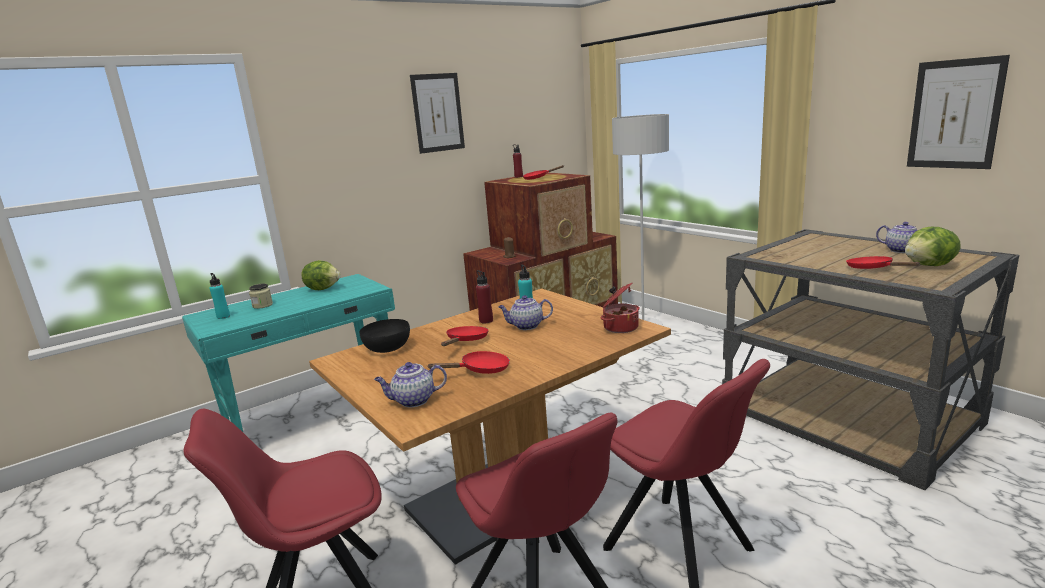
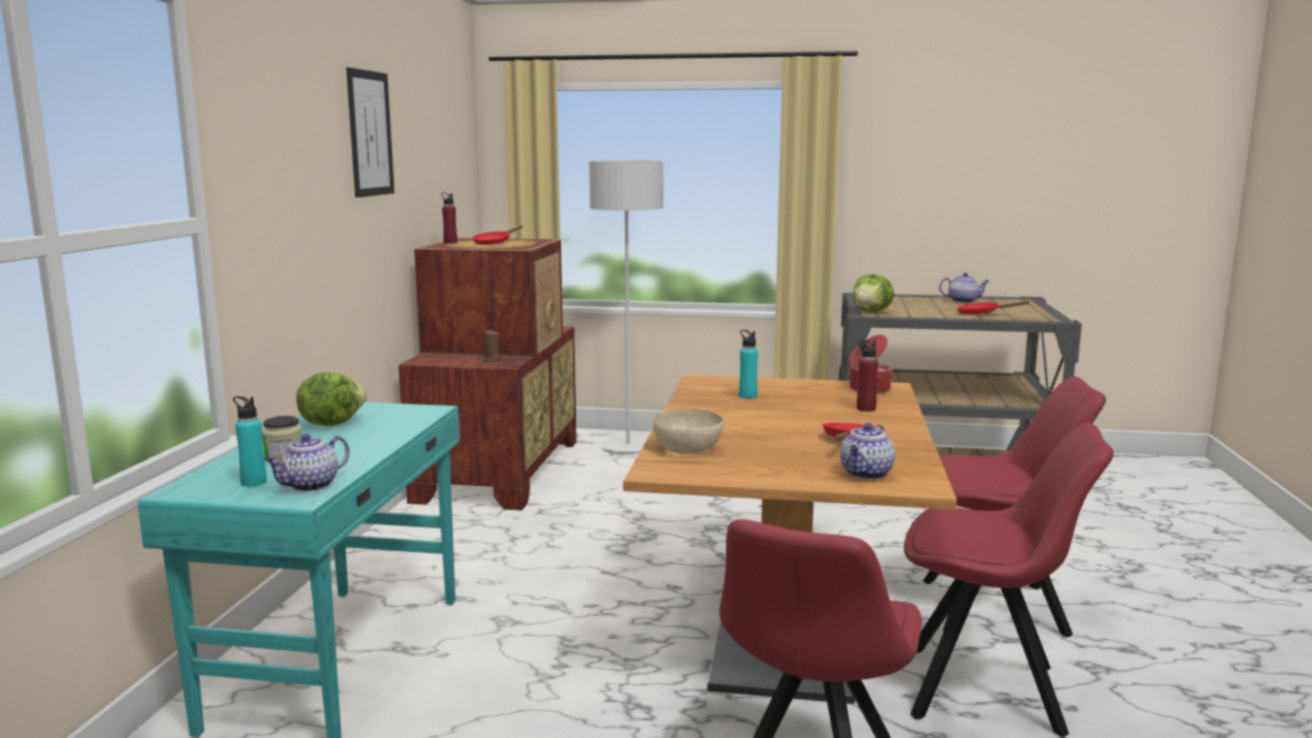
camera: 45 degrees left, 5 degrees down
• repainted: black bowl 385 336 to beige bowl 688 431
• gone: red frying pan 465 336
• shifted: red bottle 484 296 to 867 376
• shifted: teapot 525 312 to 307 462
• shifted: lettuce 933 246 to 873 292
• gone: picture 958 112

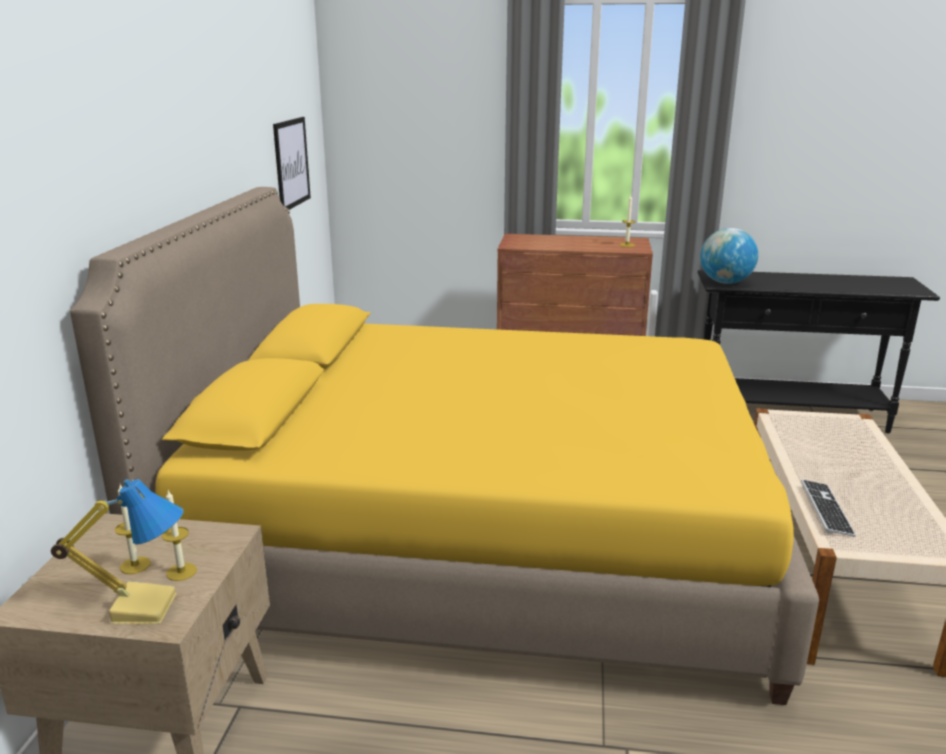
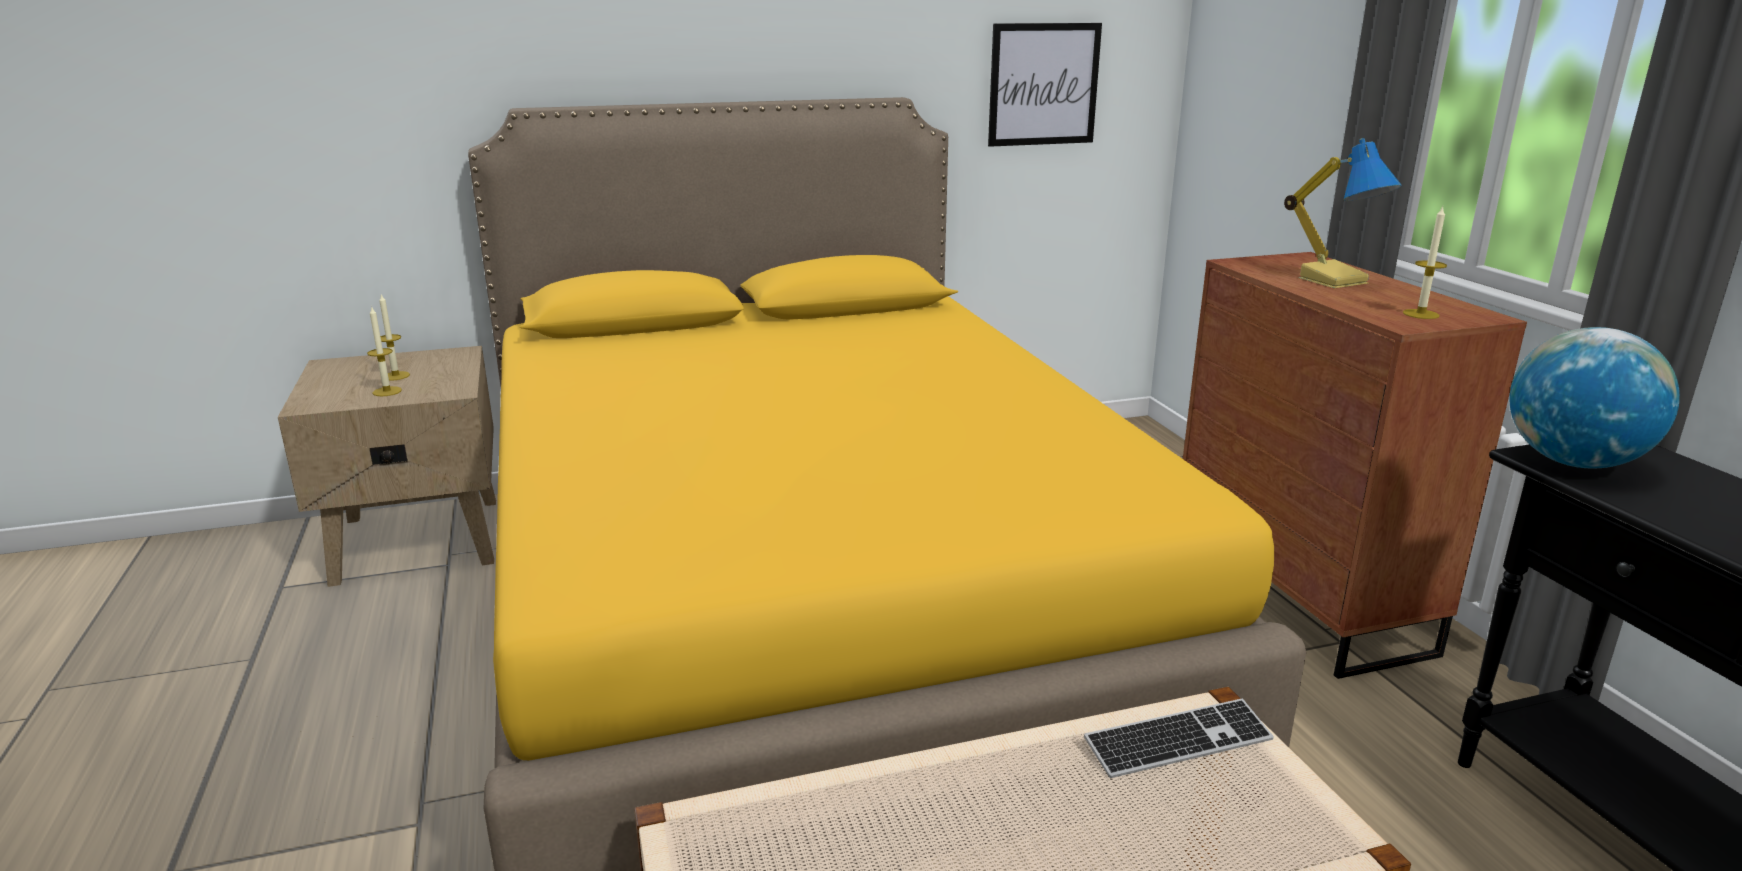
camera: 65 degrees right, 0 degrees up
• shifted: table lamp 117 551 to 1343 213
• shifted: keyboard 828 508 to 1179 738

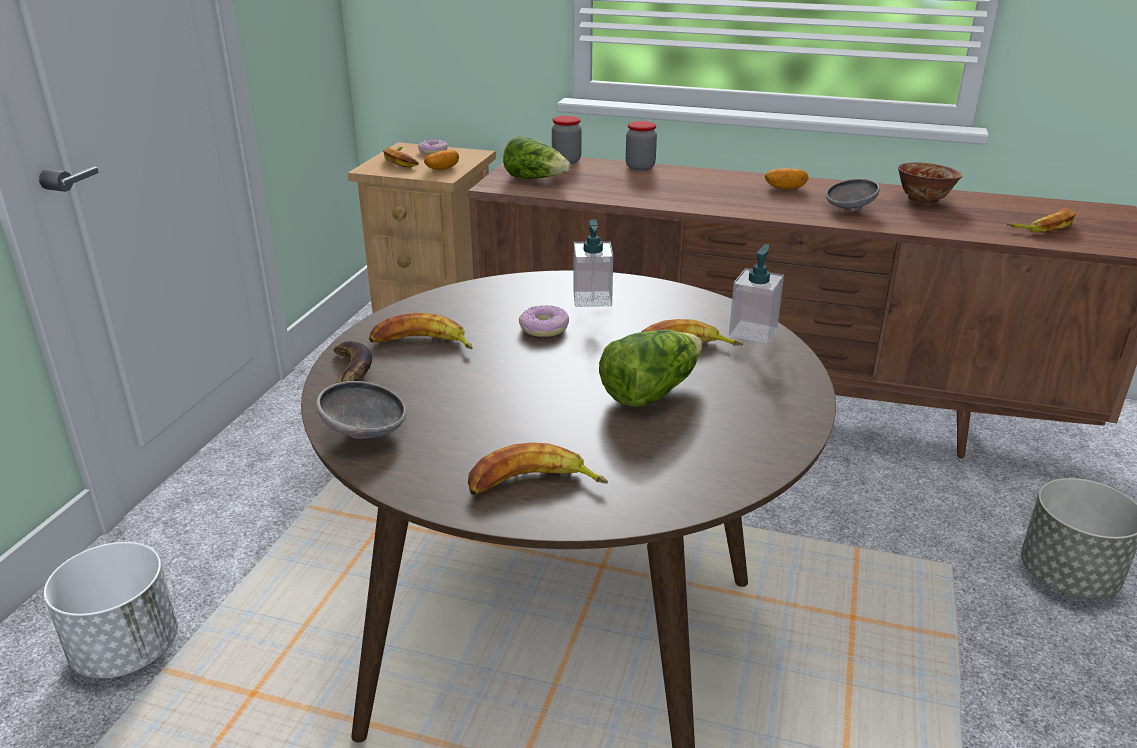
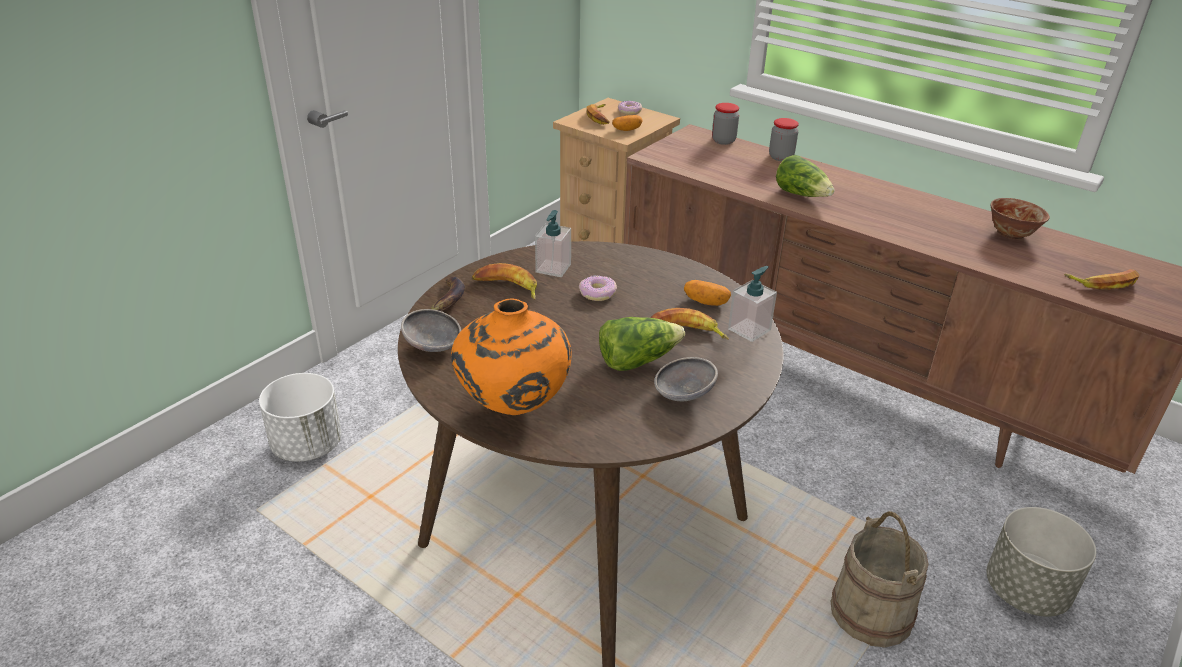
camera: 20 degrees right, 5 degrees up
• swapped: banana 538 468 to orange vase 511 356
• shifted: lettuce 536 157 to 805 176
• shifted: soap dispenser 593 263 to 553 243
• shifted: potato 787 178 to 707 293
• shifted: grey bowl 852 195 to 686 379
• new: beige bucket 880 579

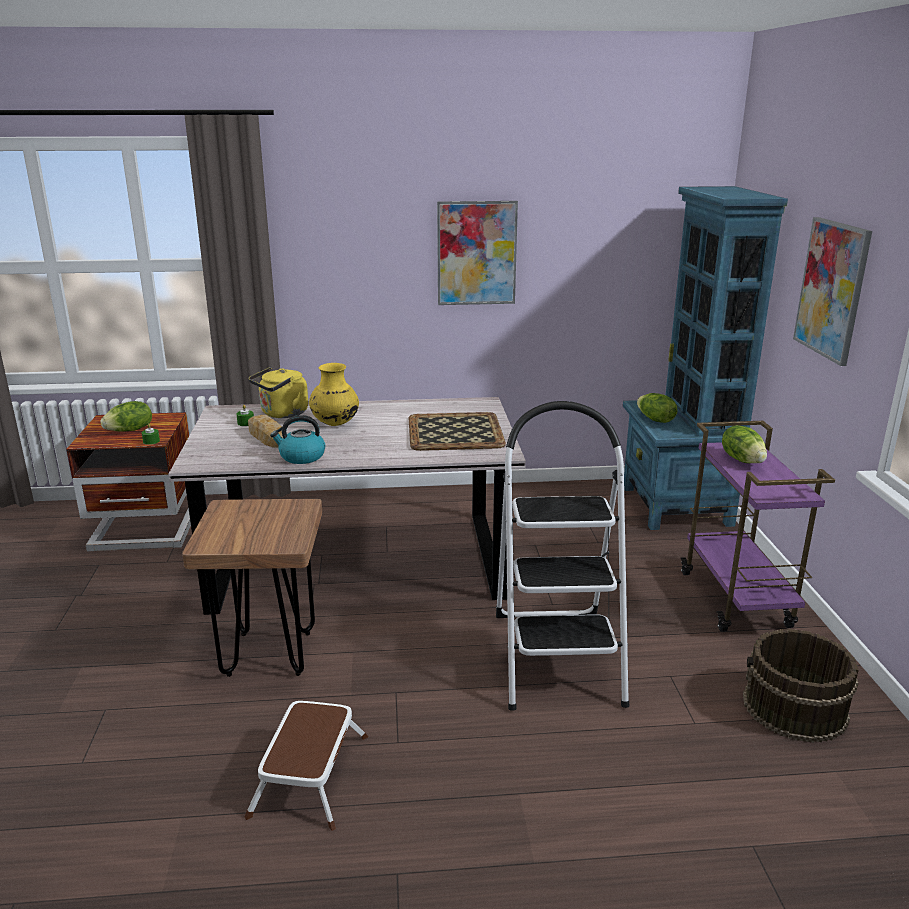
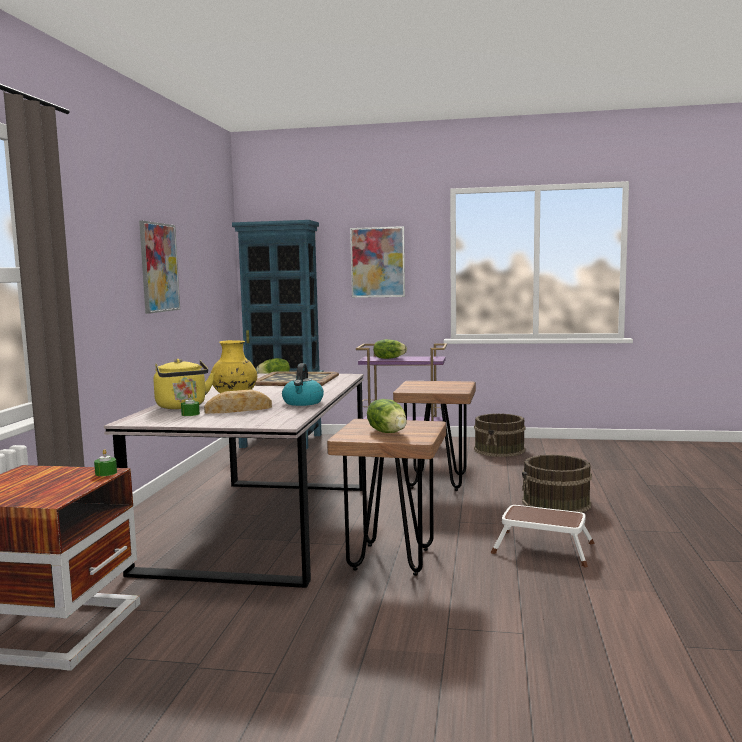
camera: 75 degrees left, 15 degrees down
• shifted: lettuce 126 416 to 387 416
• swapped: step ladder 562 556 to brown stool 434 436
• new: brown bucket 557 483

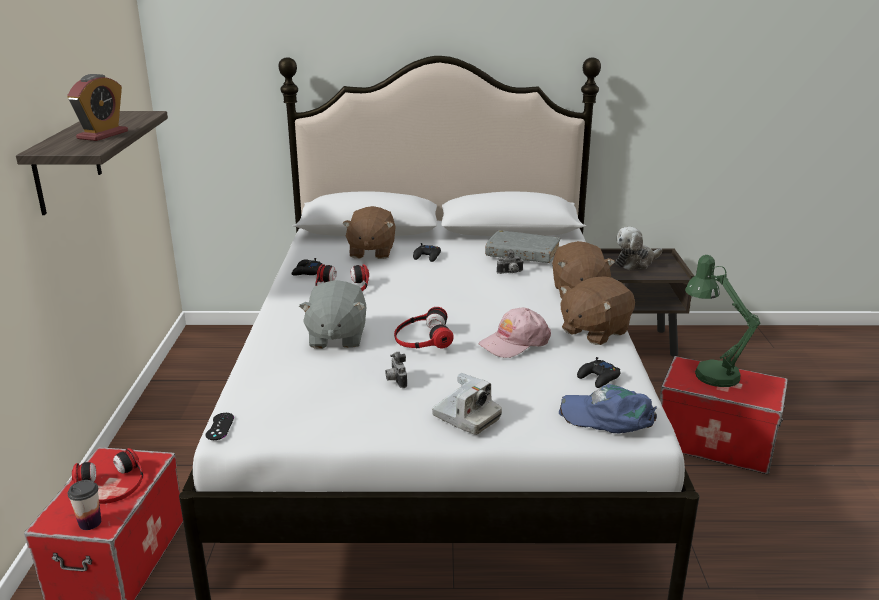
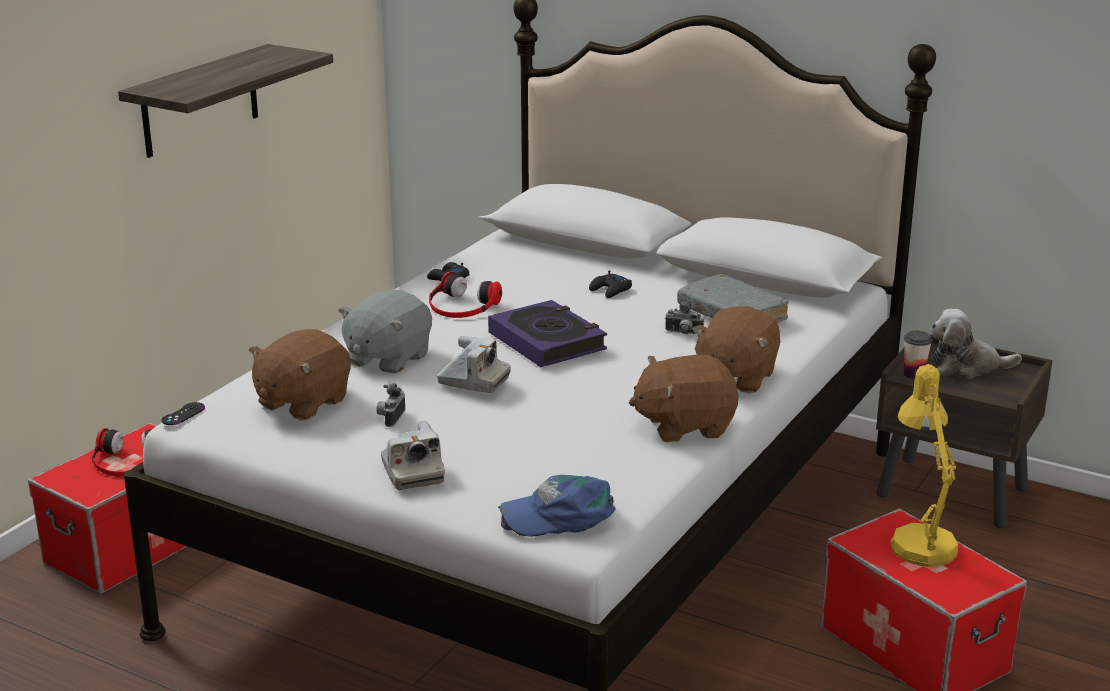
camera: 30 degrees right, 0 degrees up
• gone: alarm clock 97 107
• shifted: cup 84 505 to 918 355
• shifted: brown plush toy 368 232 to 300 374
• swapped: headphones 424 327 to photo camera 474 364
• gone: pink cap 514 332
• rotated: blue cap 608 409 = 557 505 60 degrees counterclockwise
• gone: black game controller 599 372
• repainted: green table lamp 723 321 to yellow table lamp 924 465
• new: book 547 333

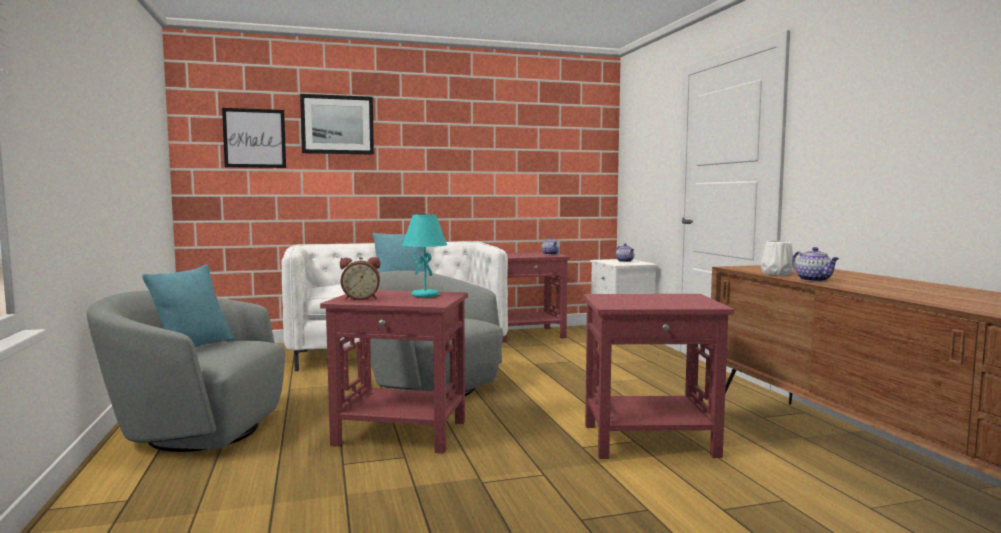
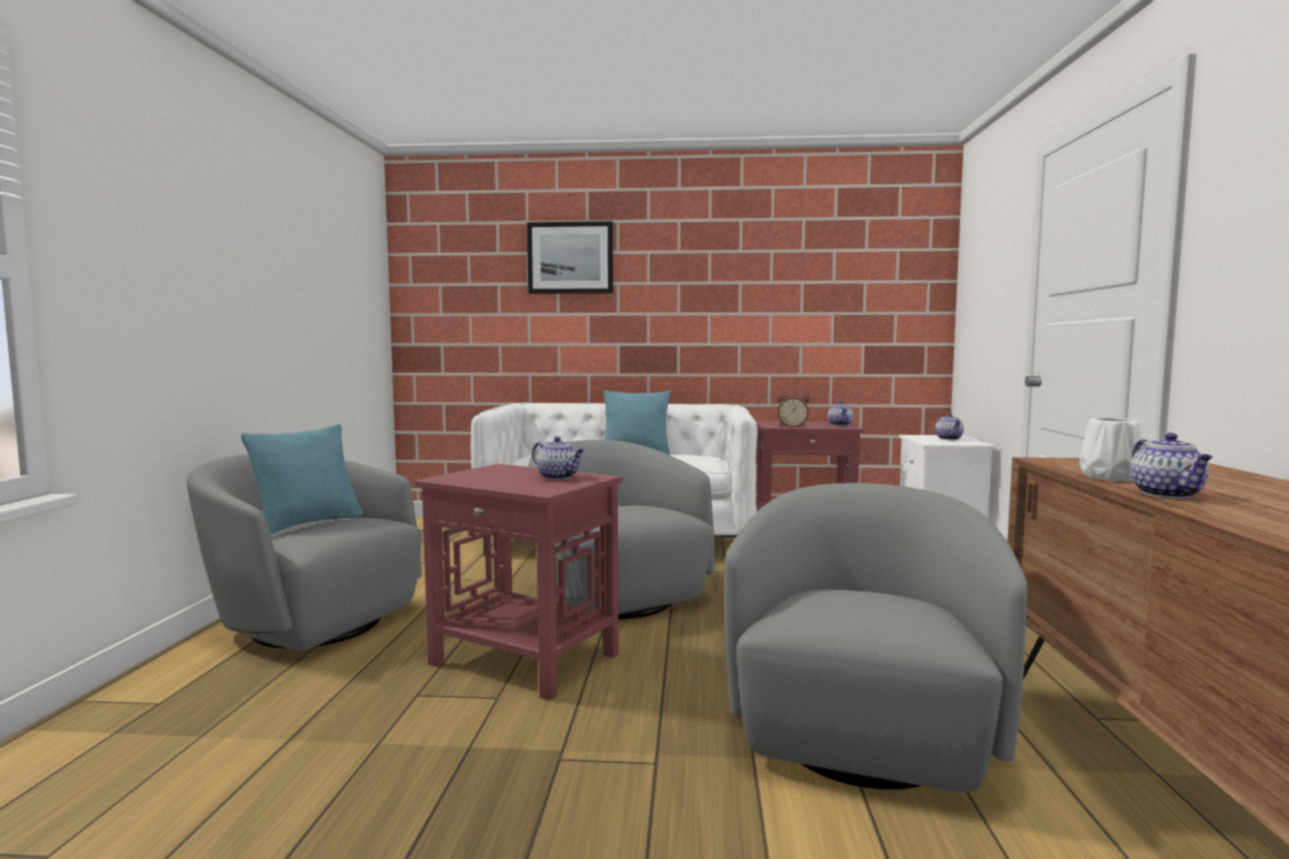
camera: 20 degrees right, 0 degrees up
• gone: picture 254 138
• shifted: alarm clock 360 278 to 793 410
• swapped: turquoise table lamp 424 255 to teapot 558 458
• swapped: red side table 658 376 to grey armchair 875 637

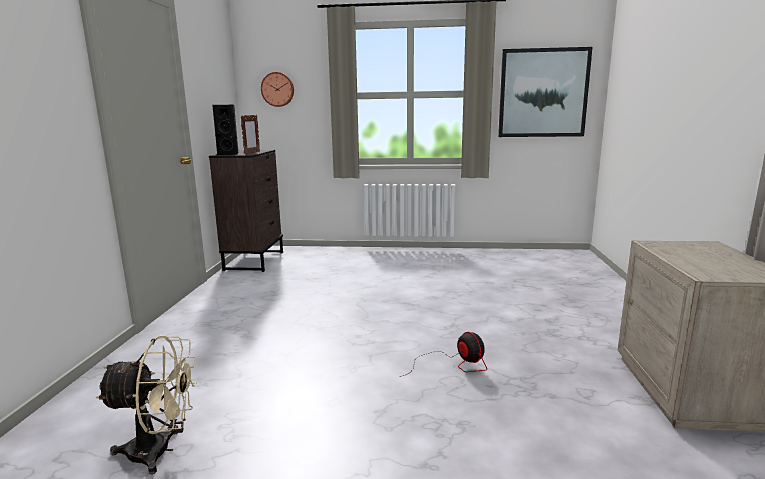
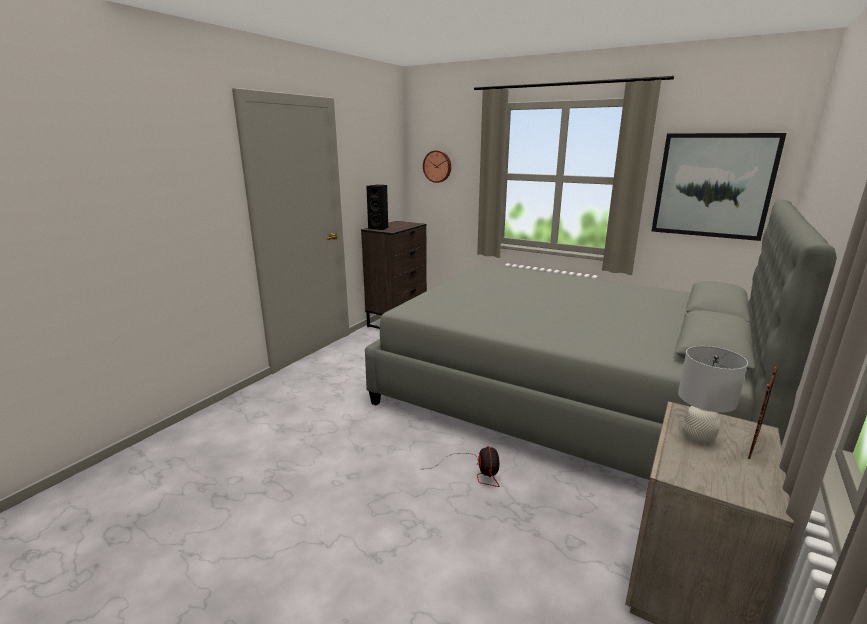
camera: 25 degrees right, 5 degrees up
• gone: beige fan 146 405
• shifted: picture frame 250 134 to 763 411
• new: grey bed 601 340
• new: grey table lamp 713 395

